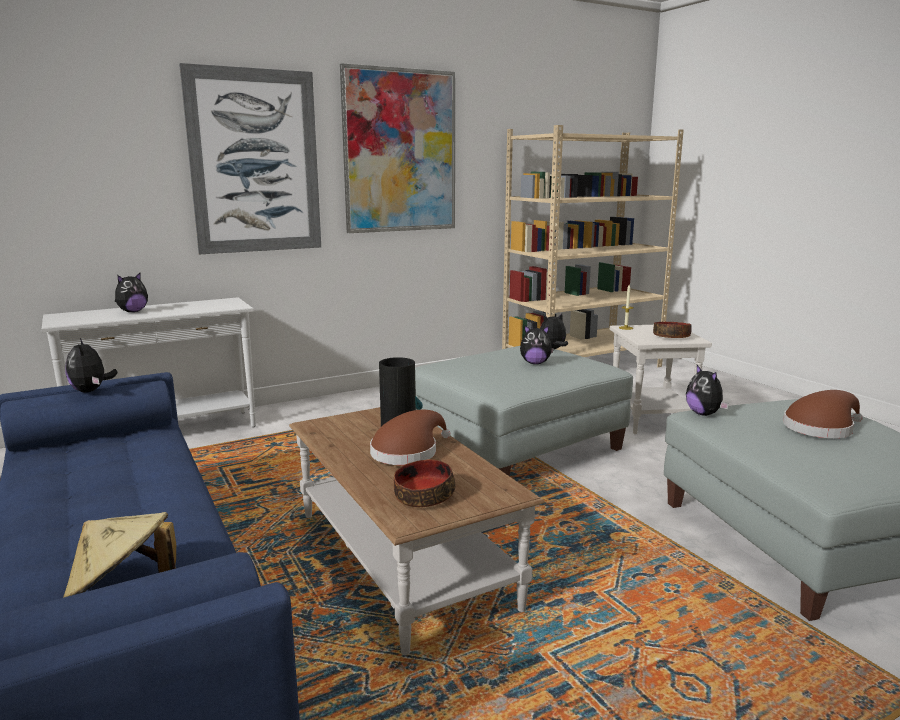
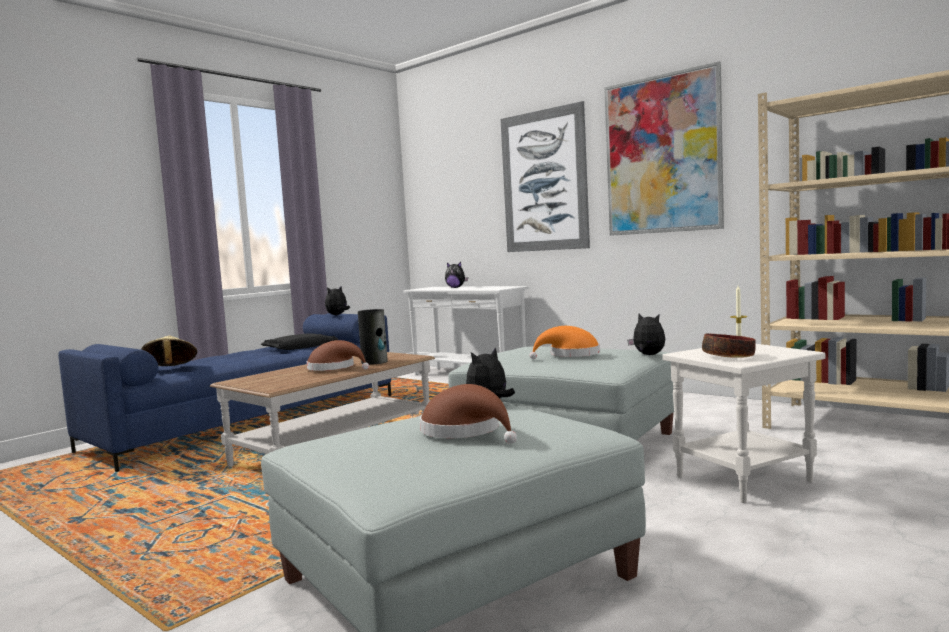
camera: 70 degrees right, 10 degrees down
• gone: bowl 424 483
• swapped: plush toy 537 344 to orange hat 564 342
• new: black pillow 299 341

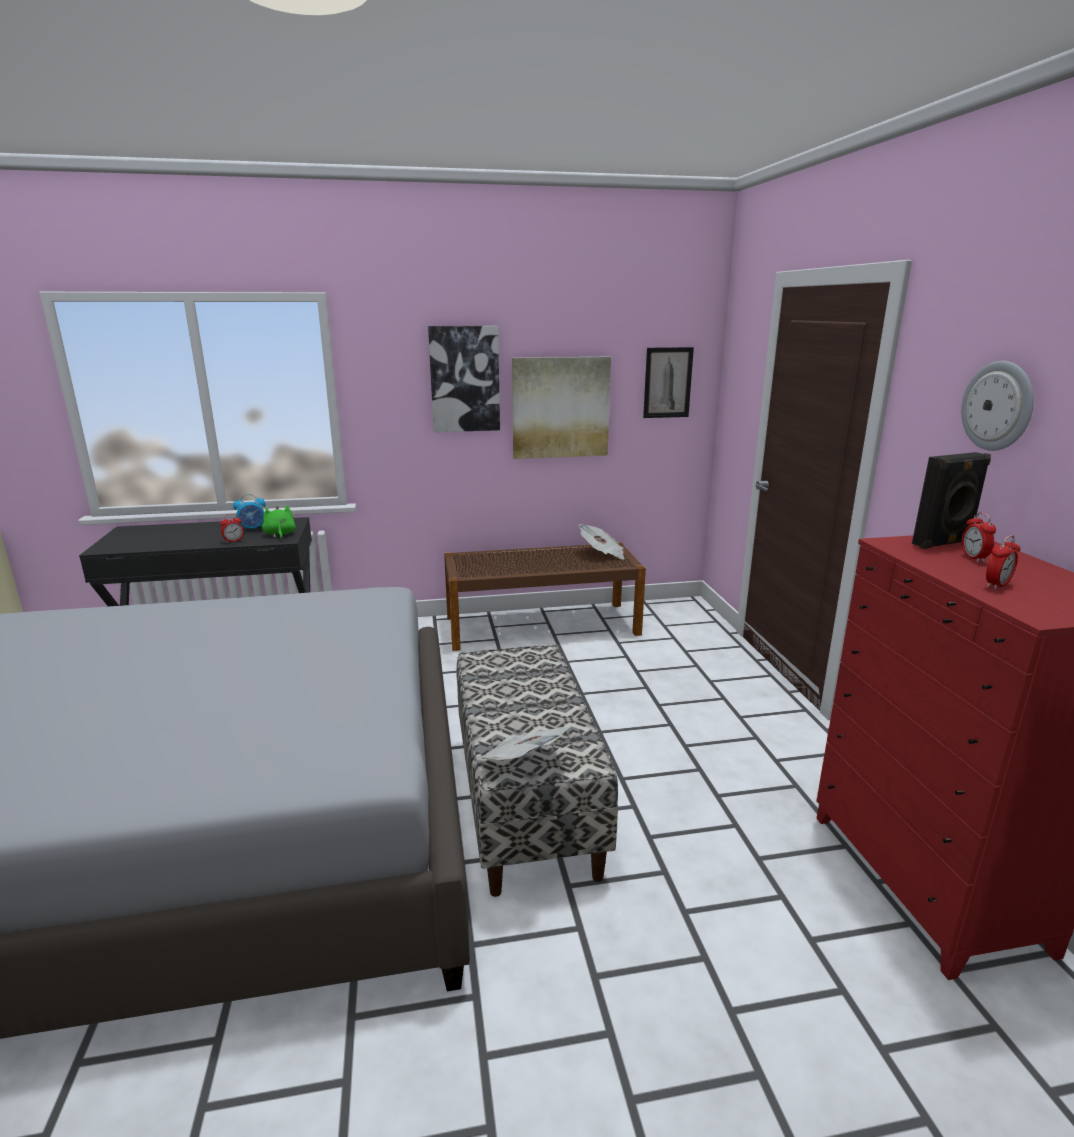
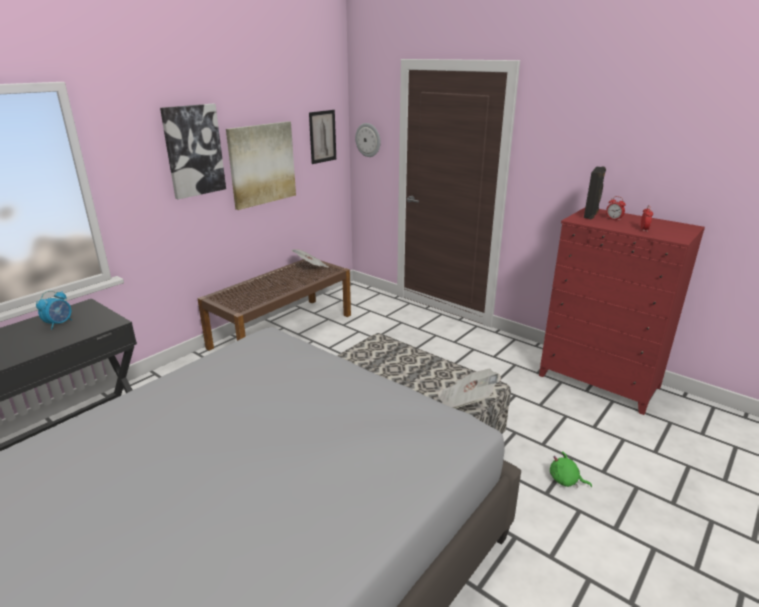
camera: 40 degrees left, 5 degrees up
• gone: alarm clock 232 528
• shifted: green plush toy 279 522 to 571 469
• shifted: wall clock 997 406 to 367 140

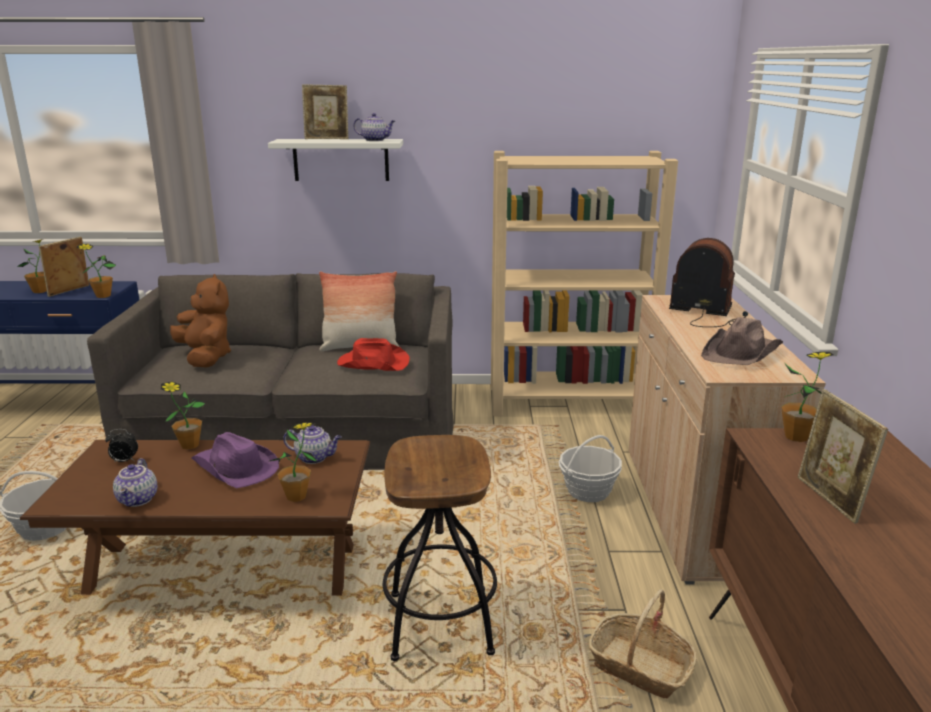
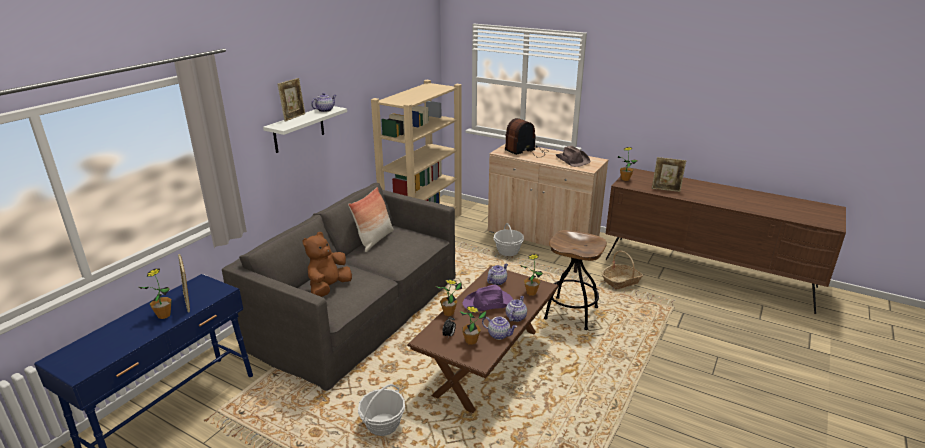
camera: 60 degrees left, 5 degrees up
• shifted: potted plant 96 271 to 473 325
• rotated: brown plush toy 200 321 = 327 264 60 degrees counterclockwise
• gone: red hat 373 354
• new: teapot 516 309

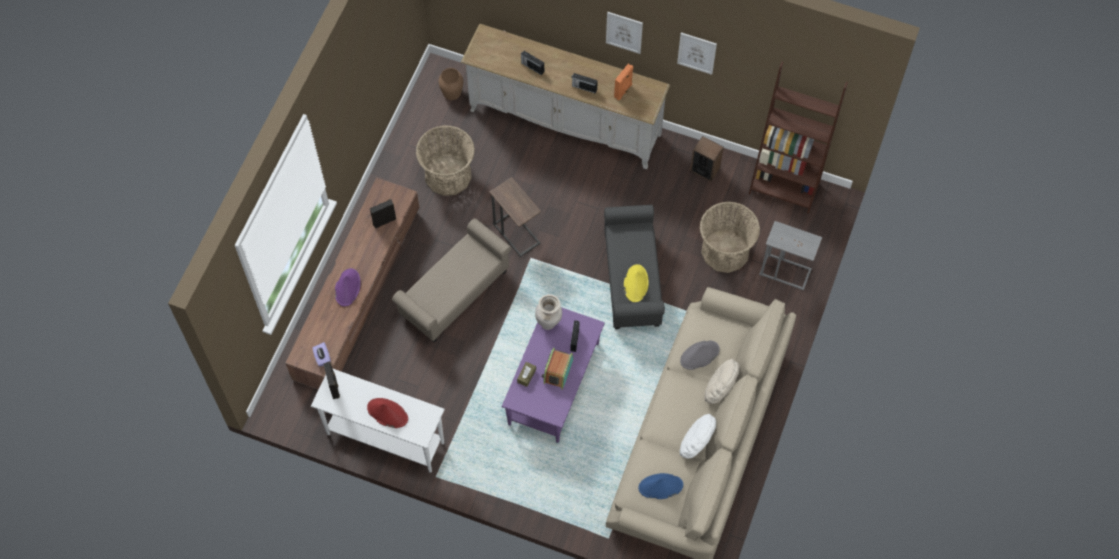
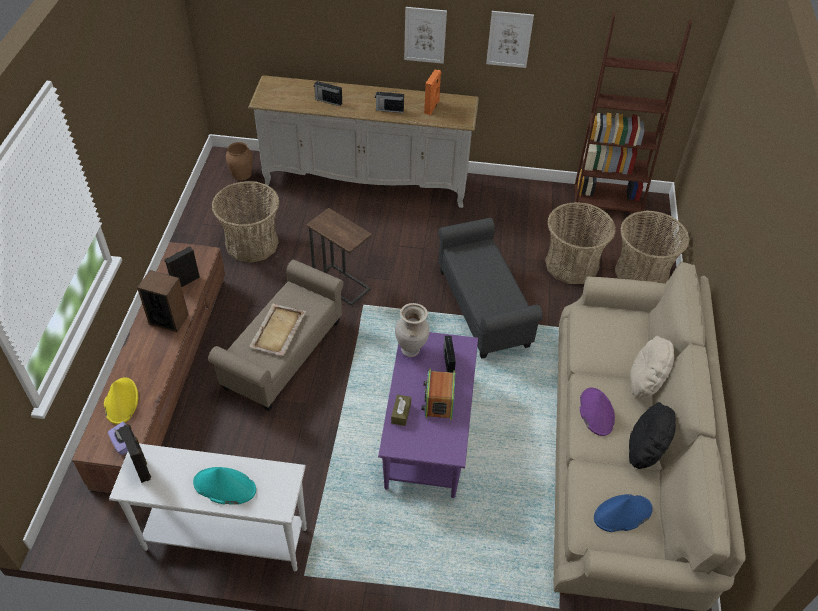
camera: 15 degrees left, 15 degrees down
• shifted: purple hat 348 287 to 597 411
• repainted: red hat 387 413 to turquoise hat 224 486
• shifted: yellow hat 636 283 to 121 401
• gone: grey hat 700 355
• repainted: white pillow 698 436 to black pillow 652 435
• shifted: speaker 707 159 to 163 301
• swapped: grey side table 790 255 to basket 652 247
• new: beige tray 277 330

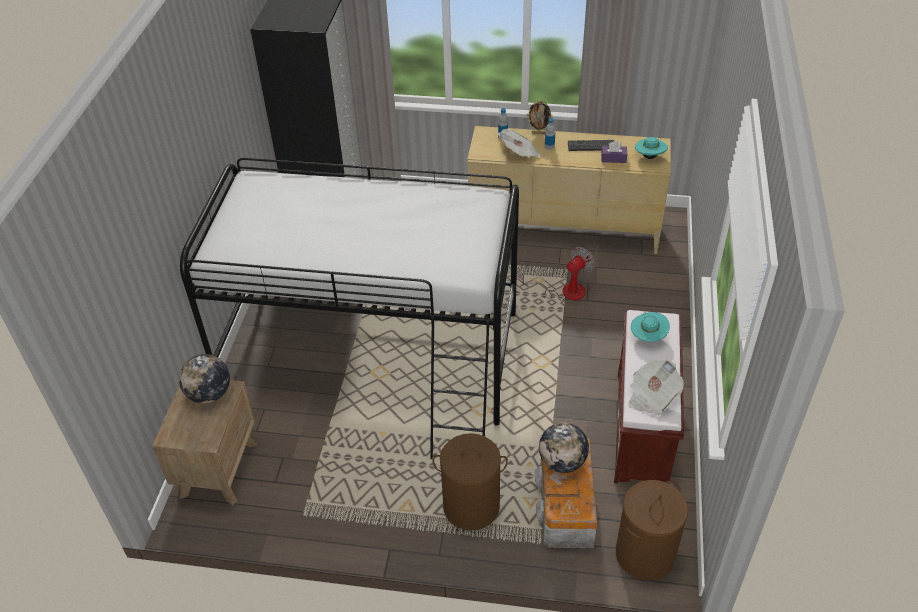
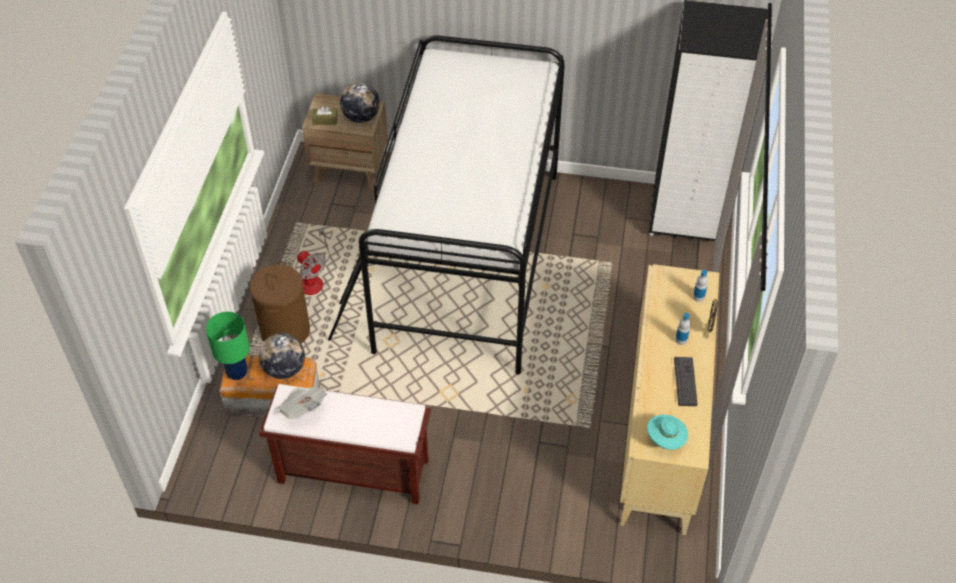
camera: 90 degrees right, 5 degrees up
• gone: newspaper 519 143
• shifted: fan 556 274 to 313 261
• gone: purple tissue box 614 152
• gone: brown laundry basket 652 530
• gone: turquoise hat 650 327
• new: green table lamp 228 346
• new: brown tissue box 325 115

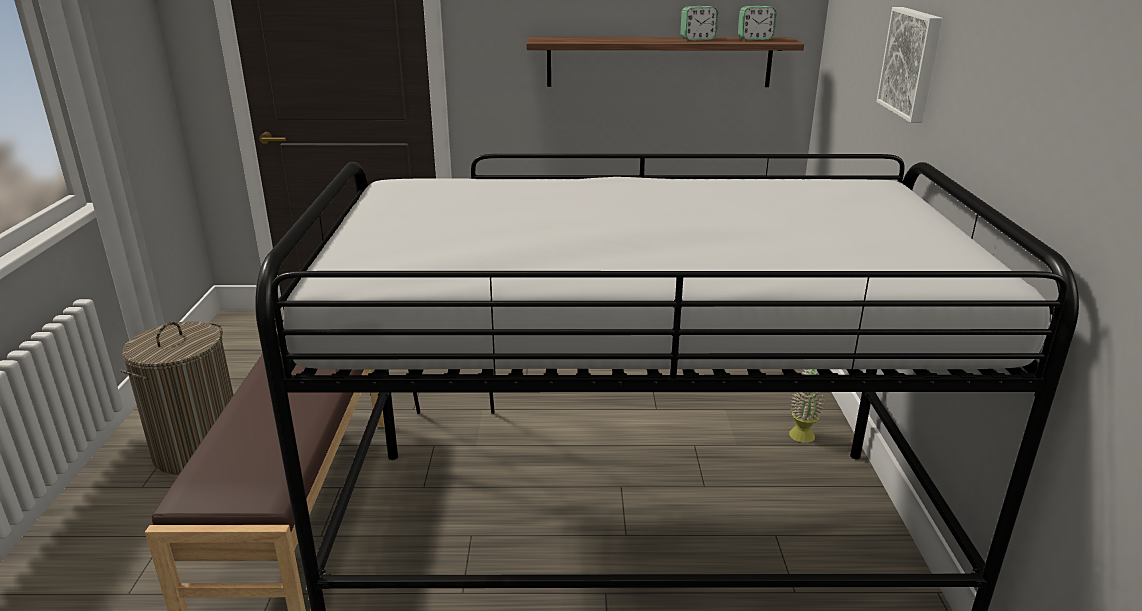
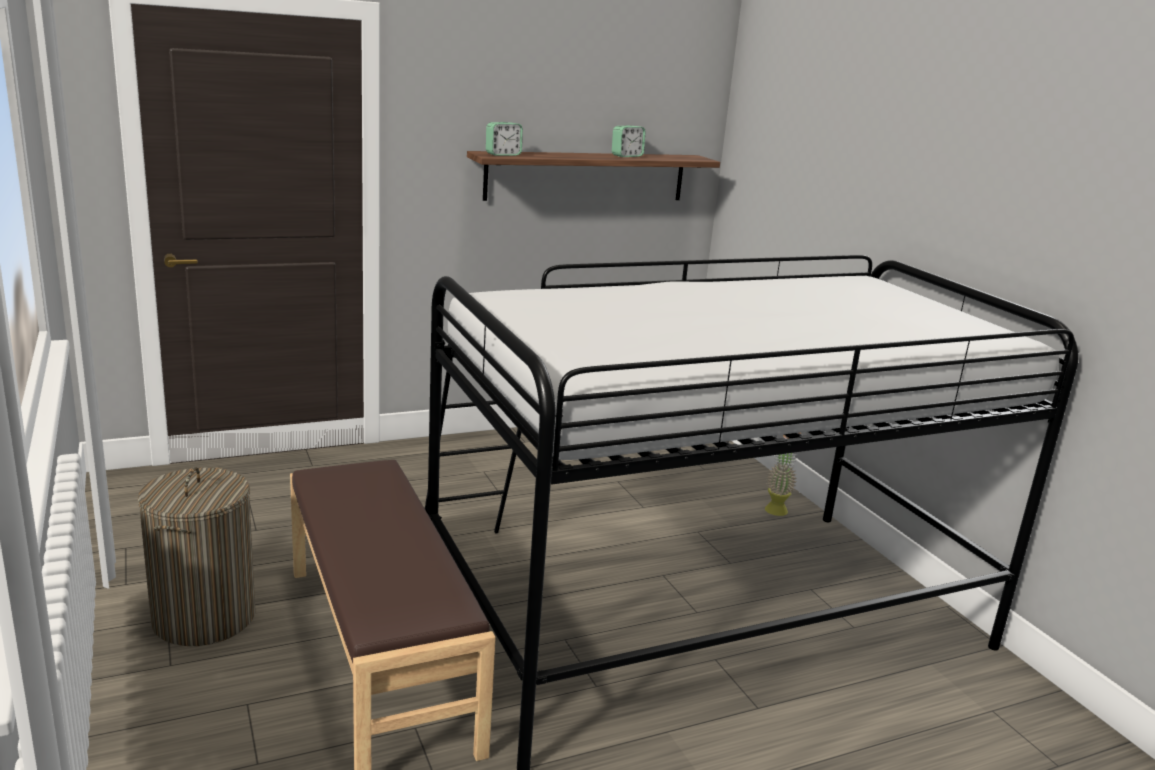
camera: 25 degrees left, 5 degrees down
• shifted: alarm clock 757 23 to 504 139
• gone: picture 909 65

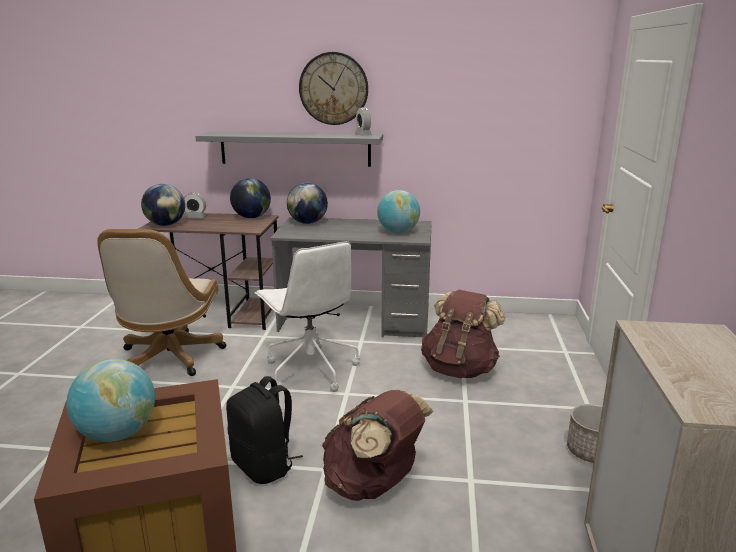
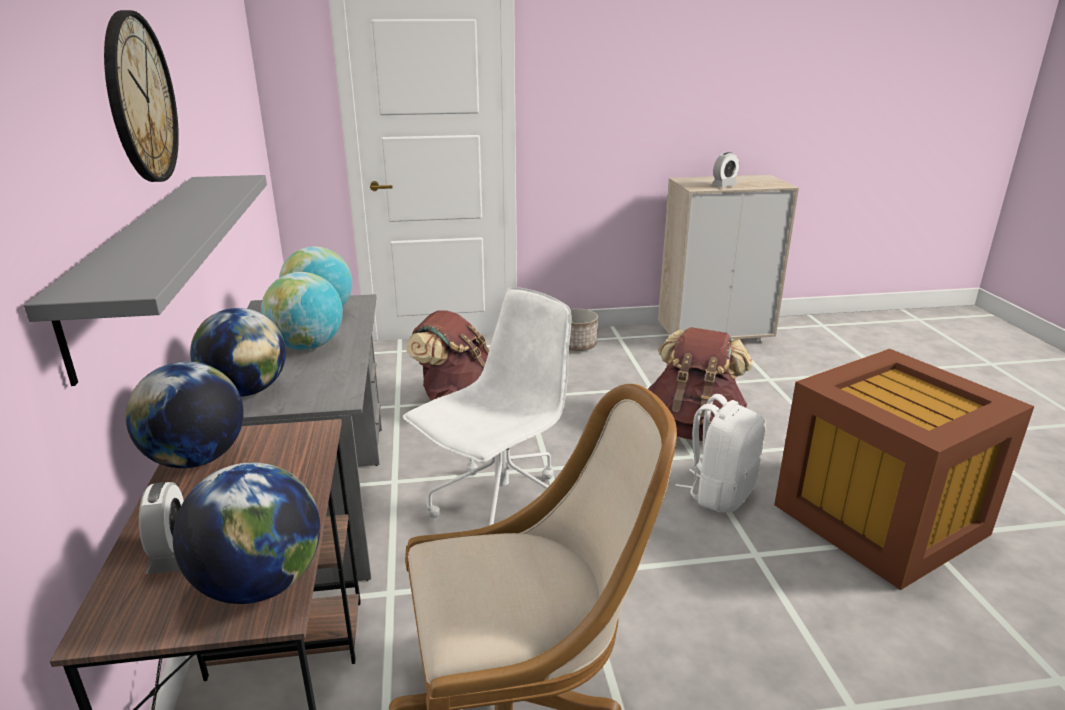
camera: 105 degrees left, 5 degrees up
• shifted: globe 110 400 to 302 311
• repainted: black backpack 264 430 to white backpack 721 453
• shifted: alarm clock 363 121 to 725 170

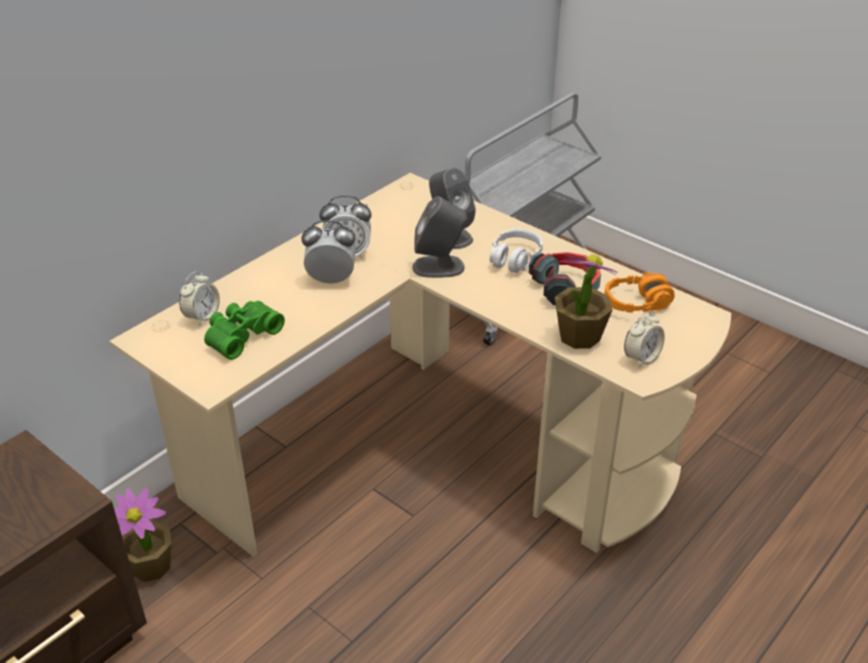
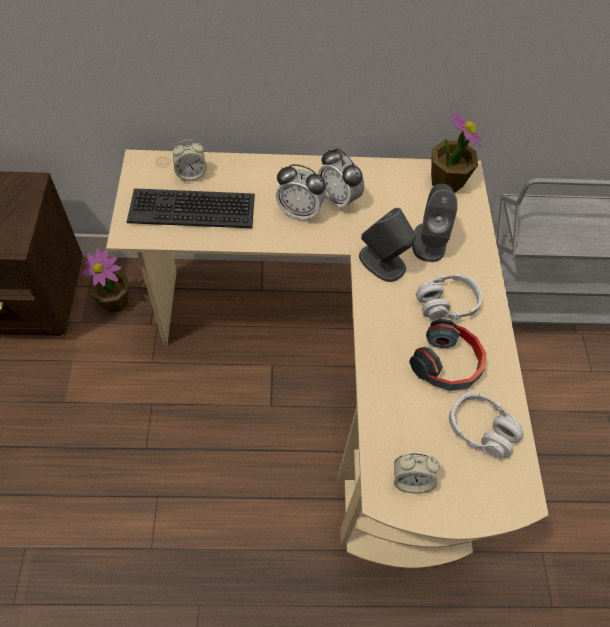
camera: 45 degrees right, 20 degrees up
• swapped: green binoculars 244 330 to keyboard 190 208
• rotated: alarm clock 328 252 = 301 192 150 degrees clockwise
• shifted: potted plant 586 302 to 456 151
• repainted: orange headphones 640 292 to grey headphones 486 425

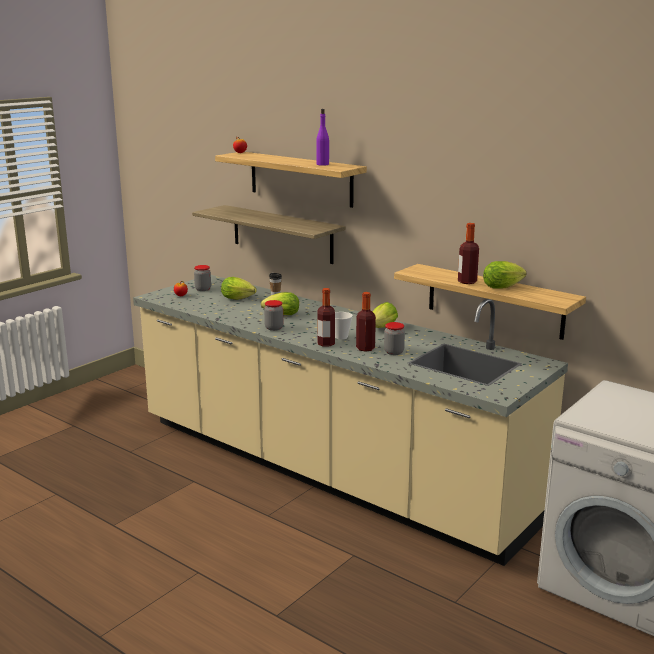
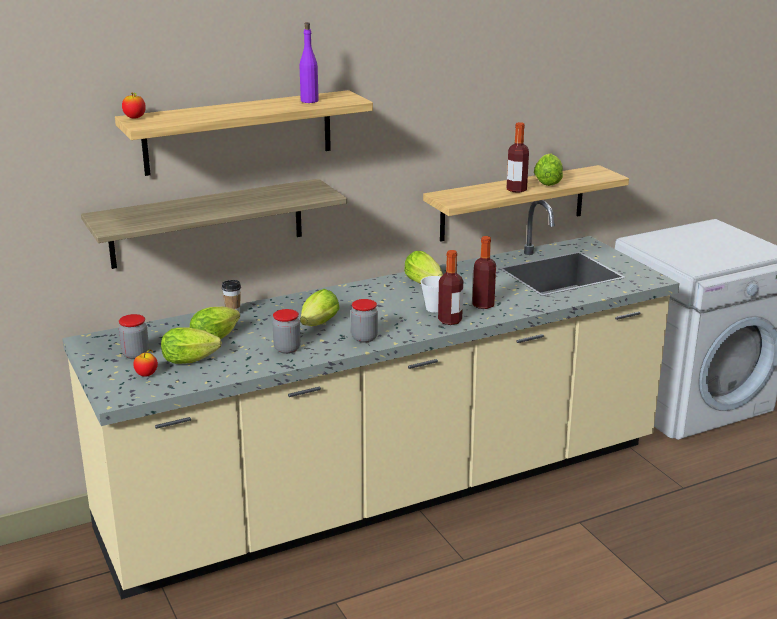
camera: 65 degrees left, 5 degrees up
• shifted: jar 394 338 to 286 331
• new: lettuce 191 345

